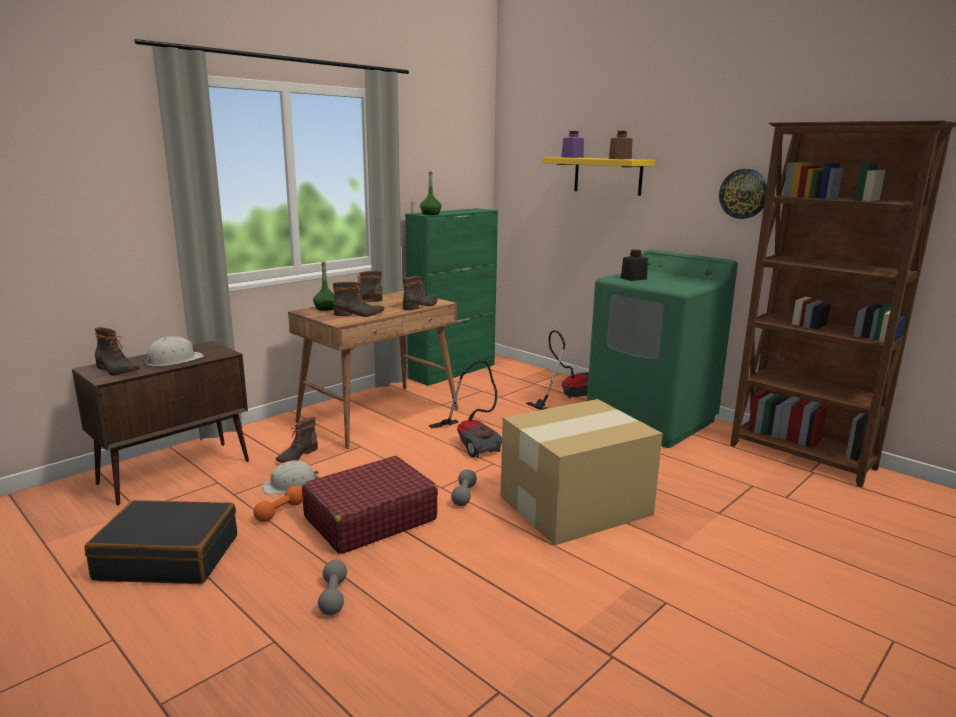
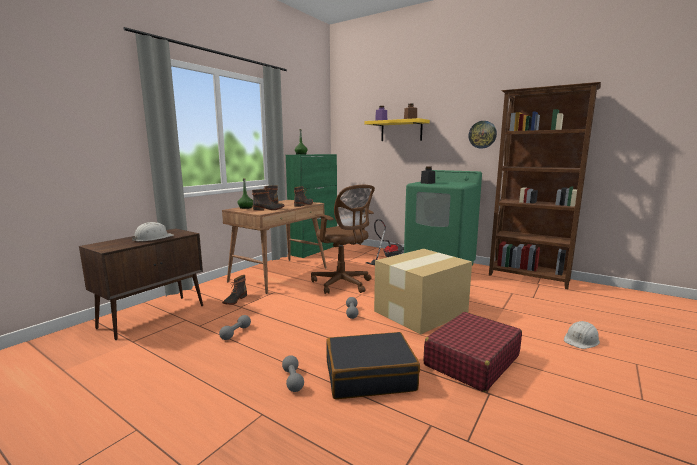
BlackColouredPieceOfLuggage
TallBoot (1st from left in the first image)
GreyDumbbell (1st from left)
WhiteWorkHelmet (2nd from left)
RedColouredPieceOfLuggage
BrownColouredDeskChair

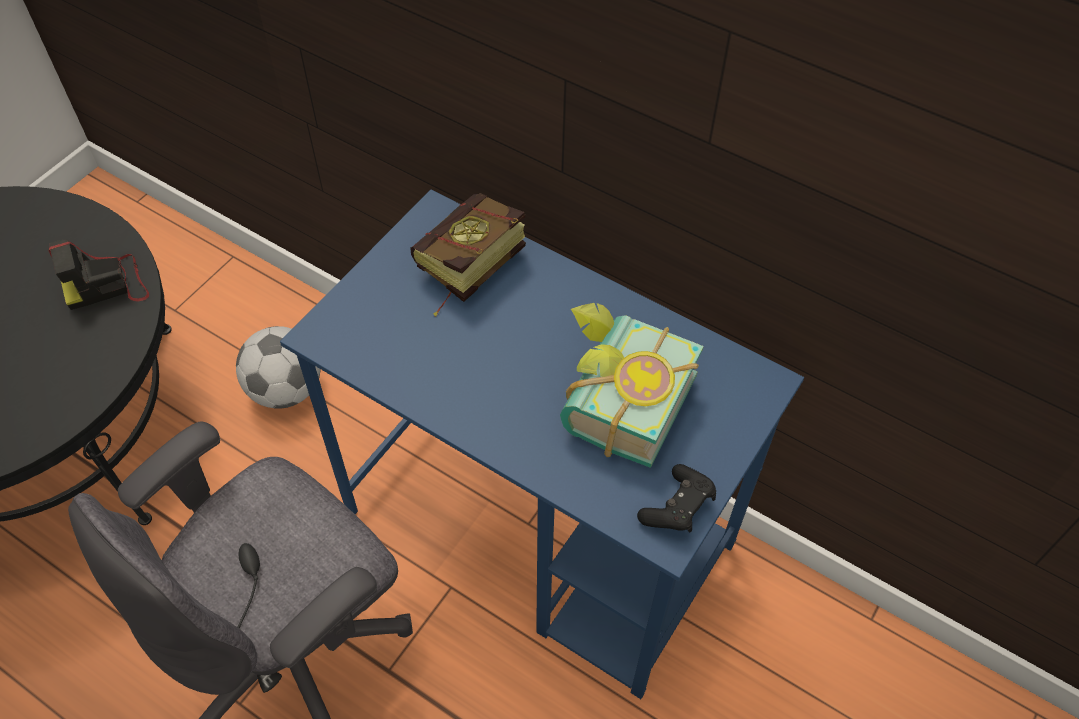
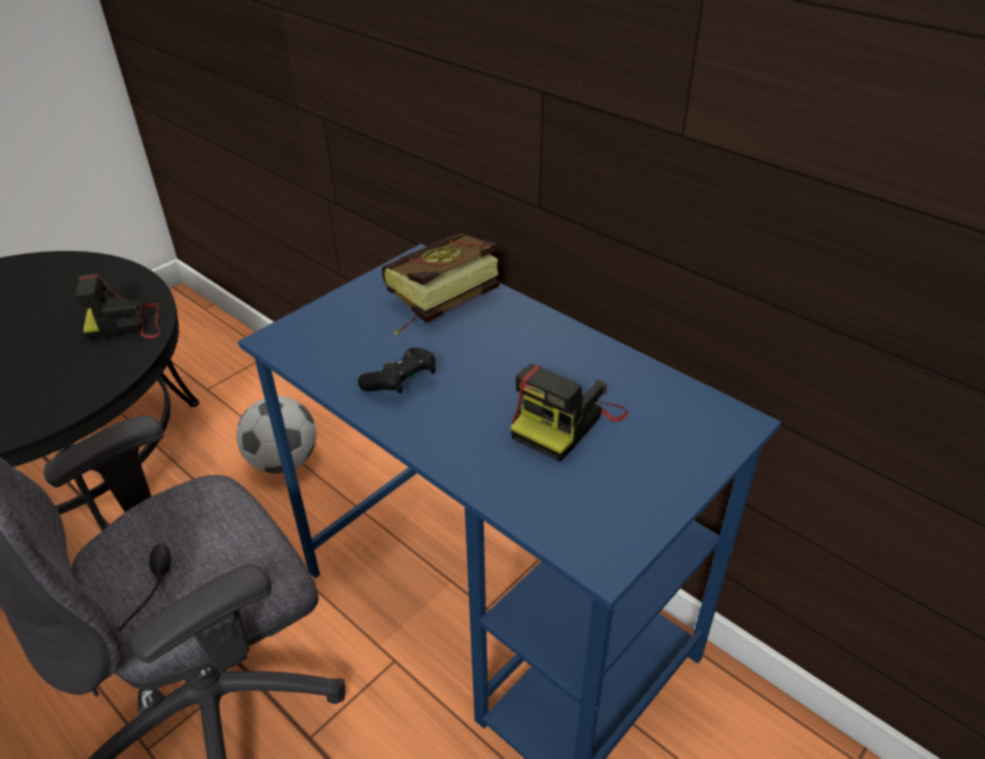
StillCamera (2nd from left)
BlackColouredGameController

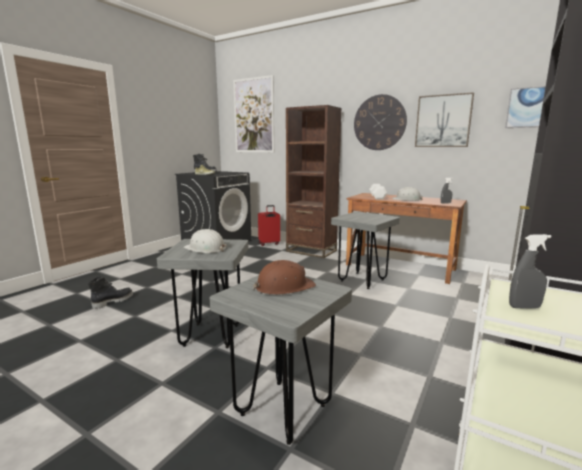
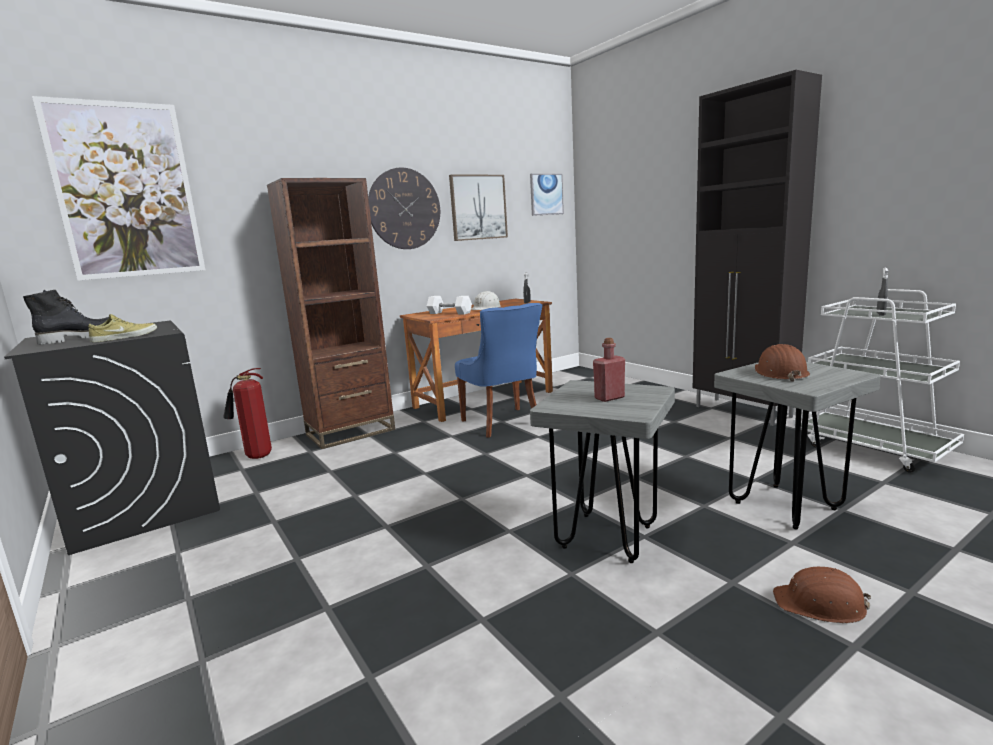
BlackColouredTallBoot (1st from left in the first image)
RedColouredDrinkBottle
FireFightingCylinder
BluishPlainChair
BrownColouredWorkHelmet (2nd from left)

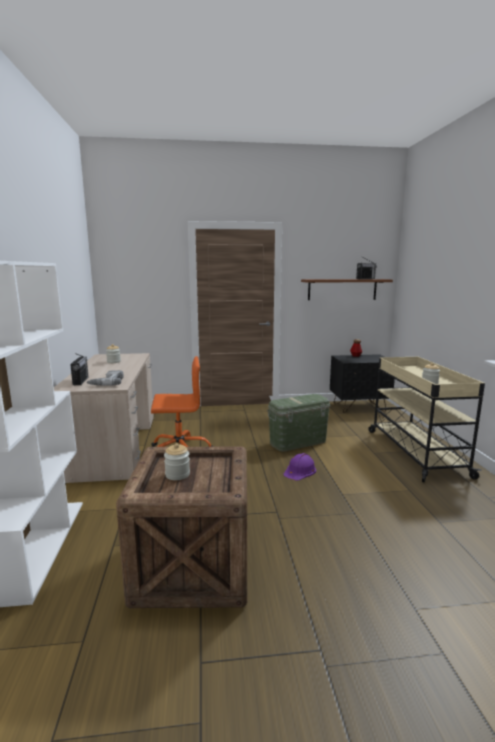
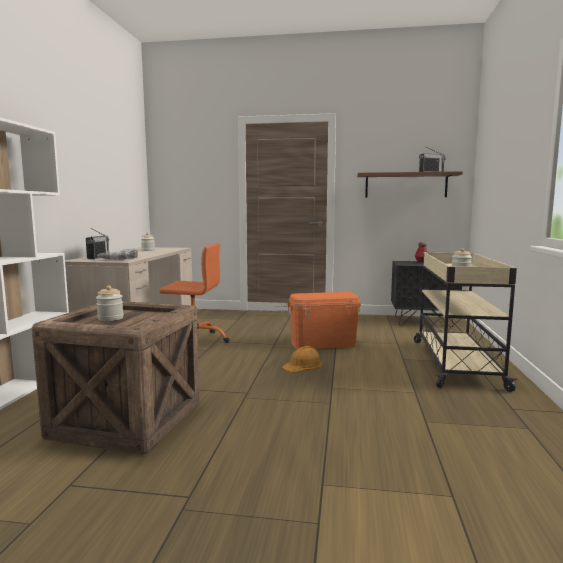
OrangeyStorageBox
OrangeyWorkHelmet

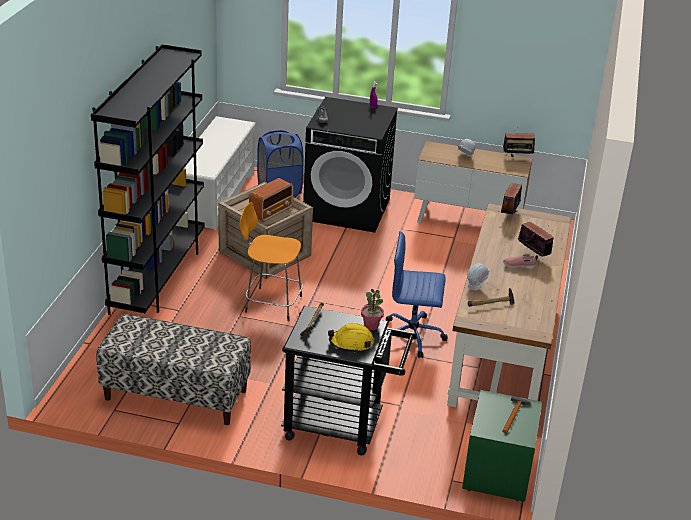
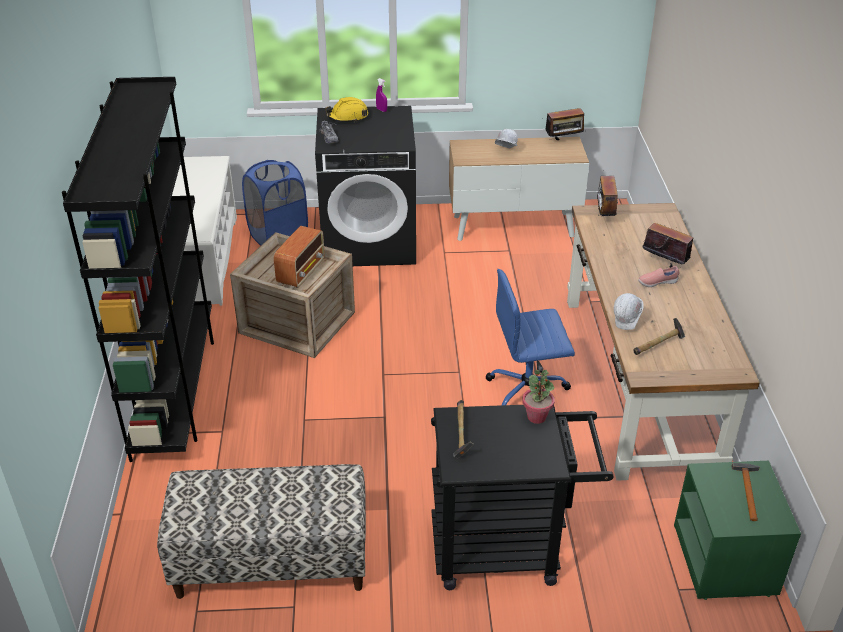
OrangeyStool
YellowishWorkHelmet

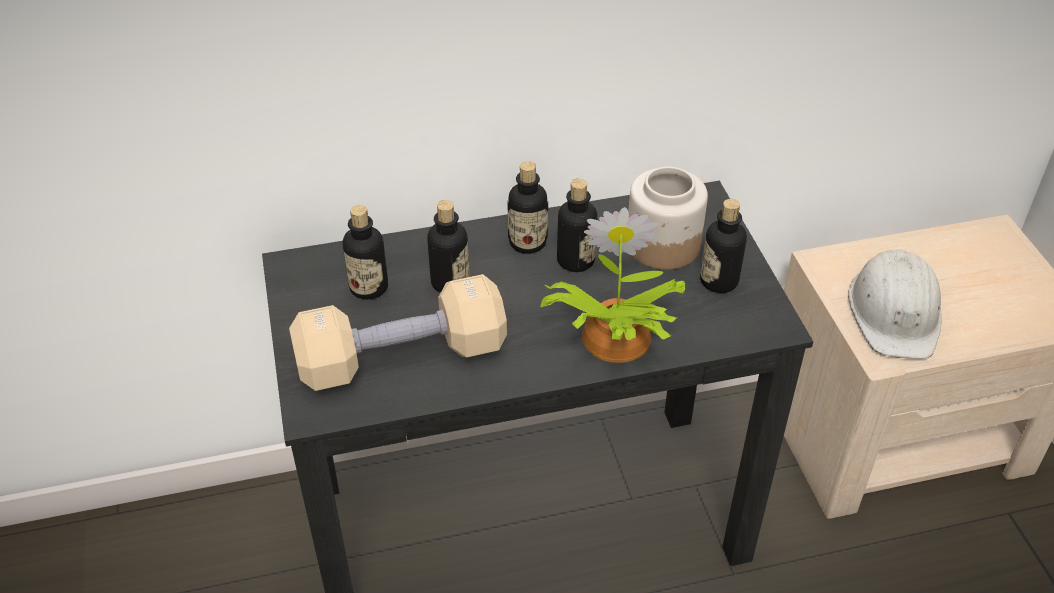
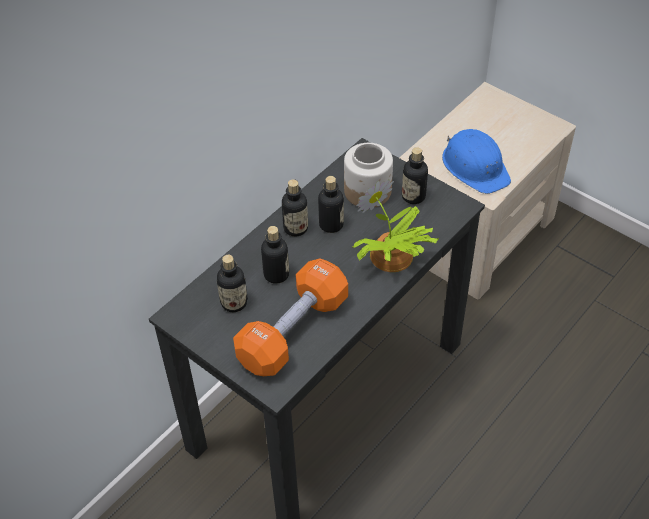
OrangeyDumbbell
BluishWorkHelmet

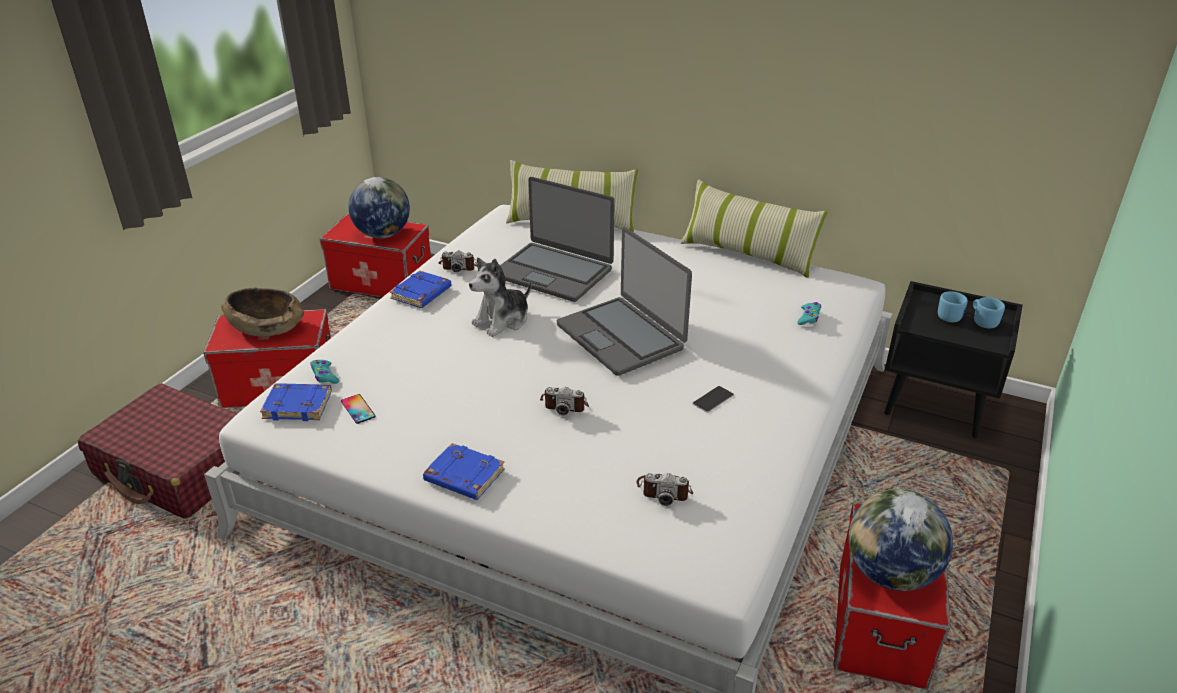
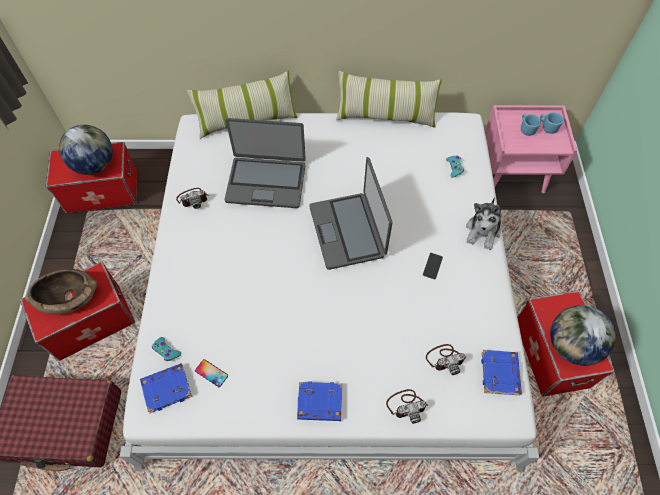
BluishBoundBook (3rd from left)
PlushToy
StillCamera (2nd from left)
NotebookComputer (2nd from left)
PinkColouredNightstand

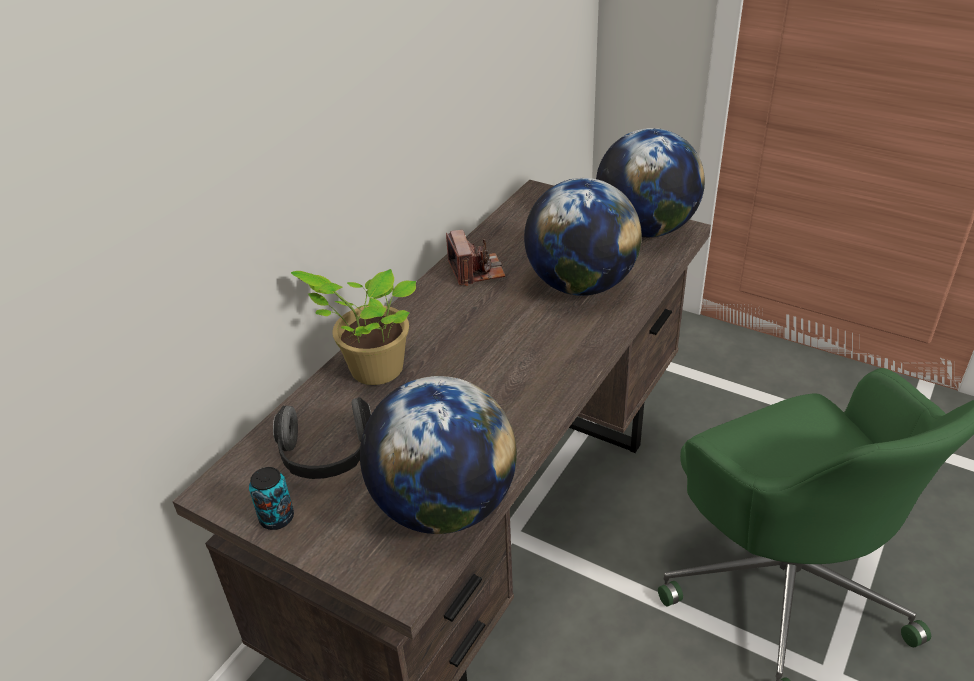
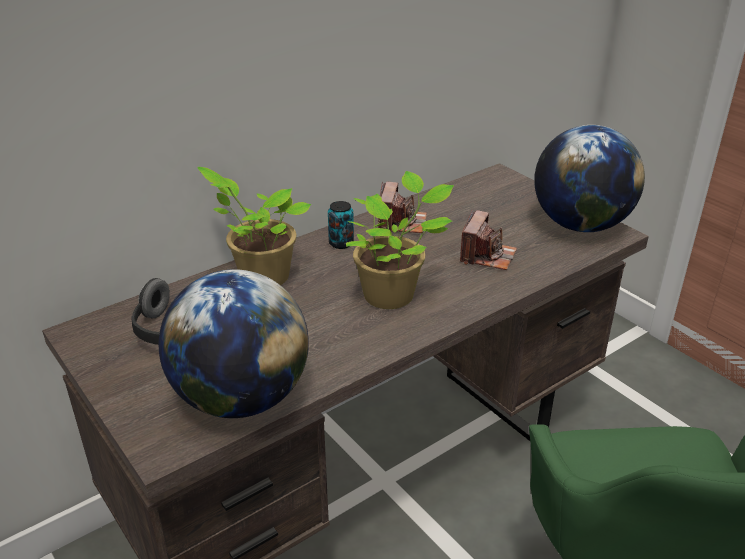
MetalCan
StillCamera (2nd from left)
PottedPlant (2nd from left)

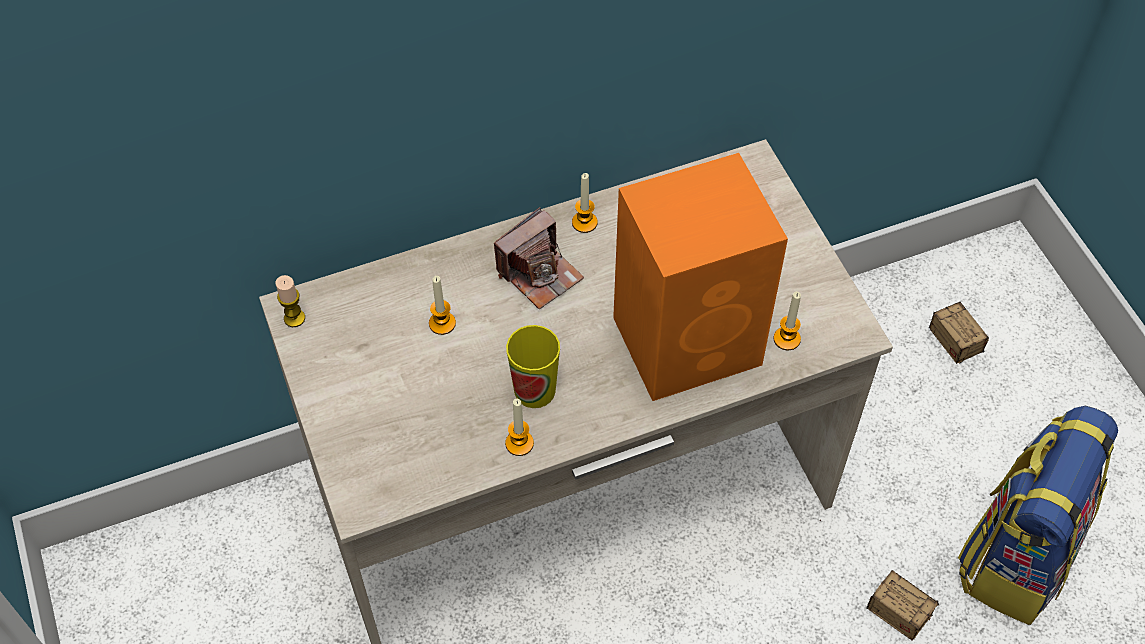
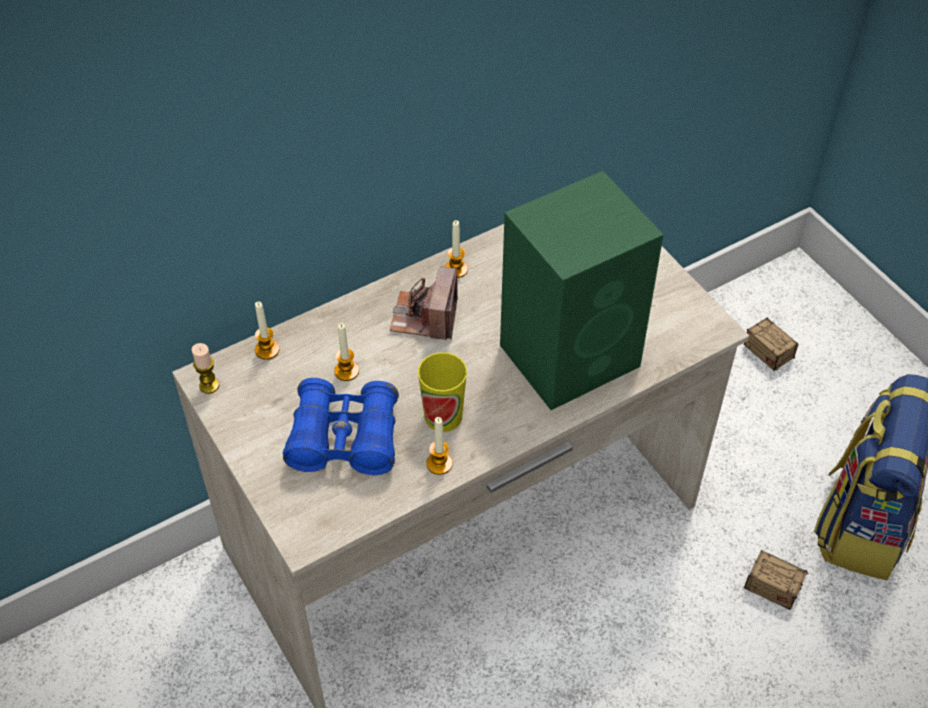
StillCamera
GreenishLoudspeaker
Candle (2nd from left)
BluishPairOfBinoculars

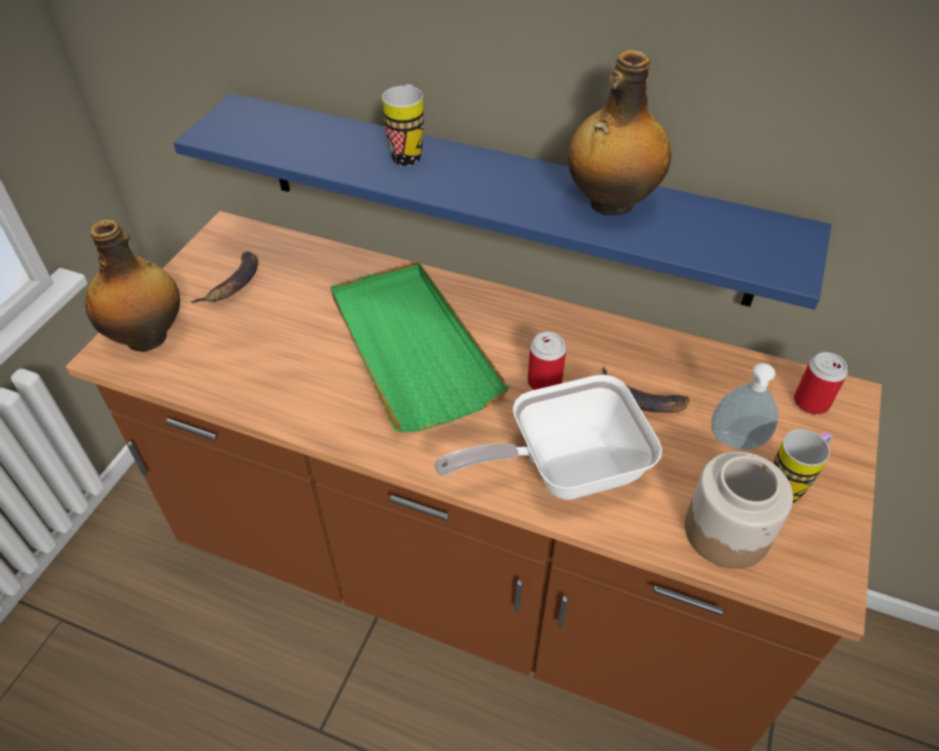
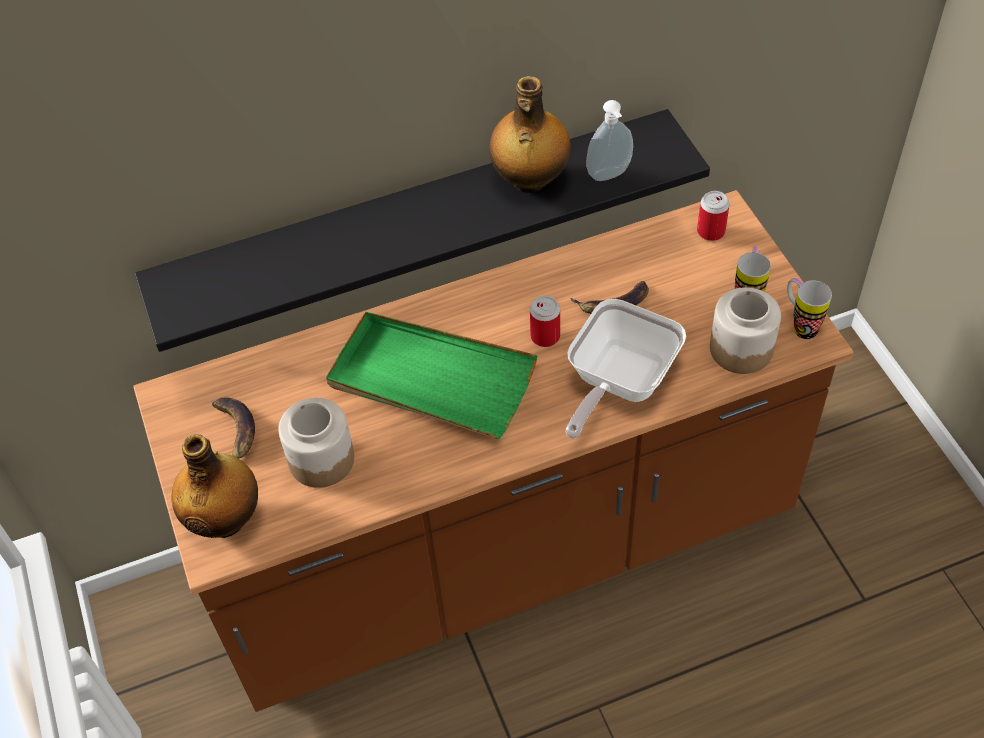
BlackColouredShelf
Mug (2nd from left)
LiquidSoapBottle
Jar (1st from left)

